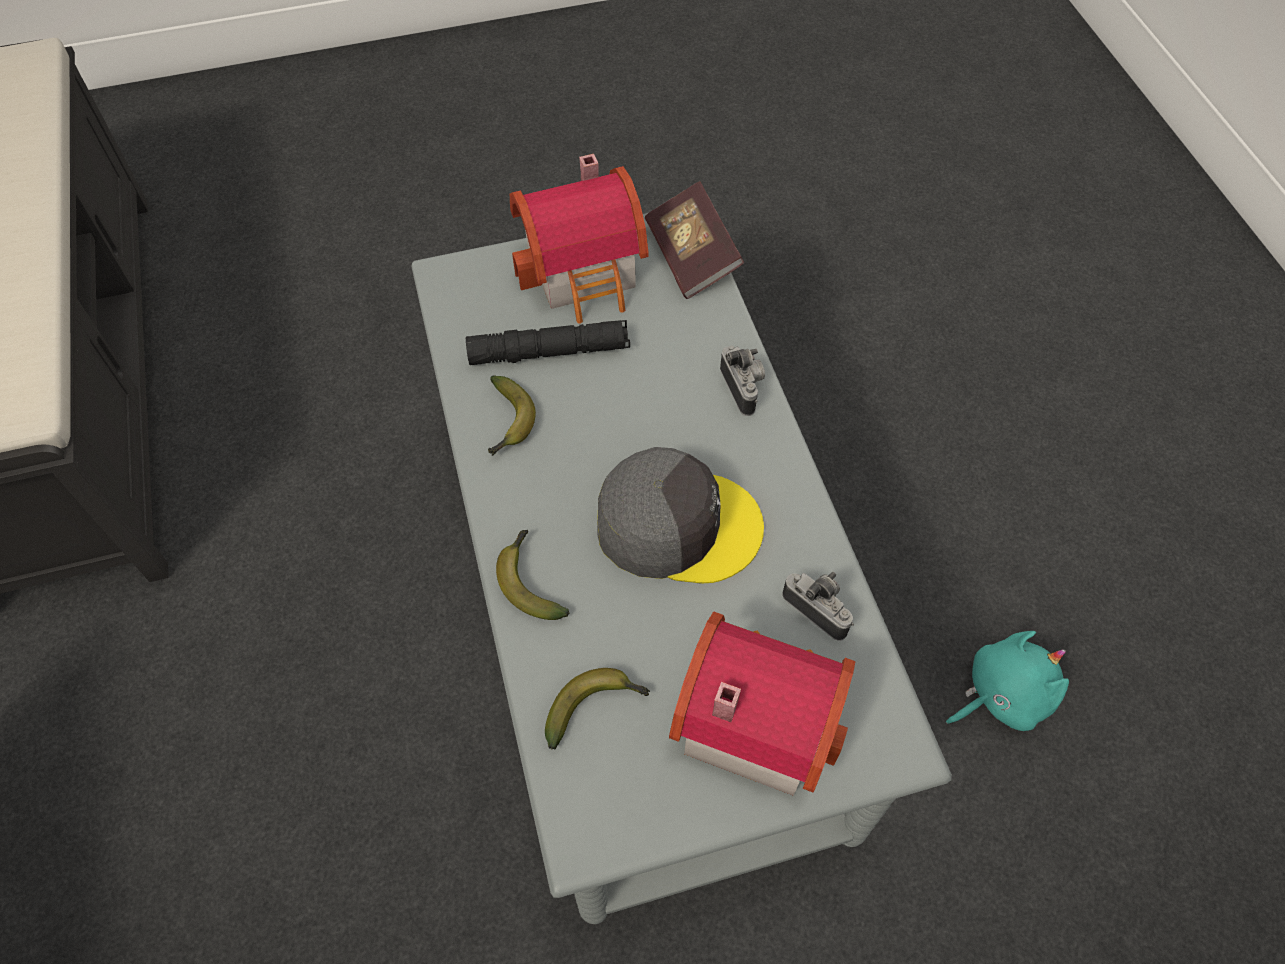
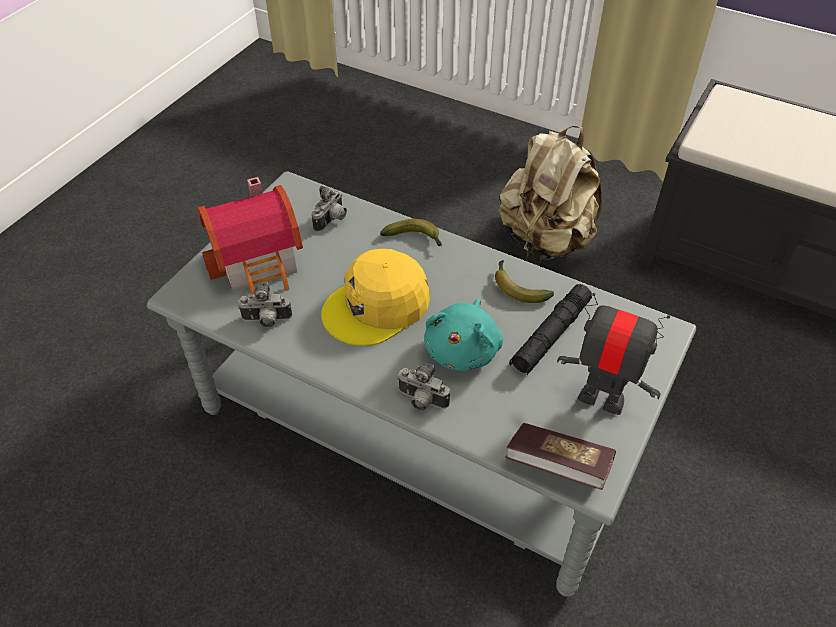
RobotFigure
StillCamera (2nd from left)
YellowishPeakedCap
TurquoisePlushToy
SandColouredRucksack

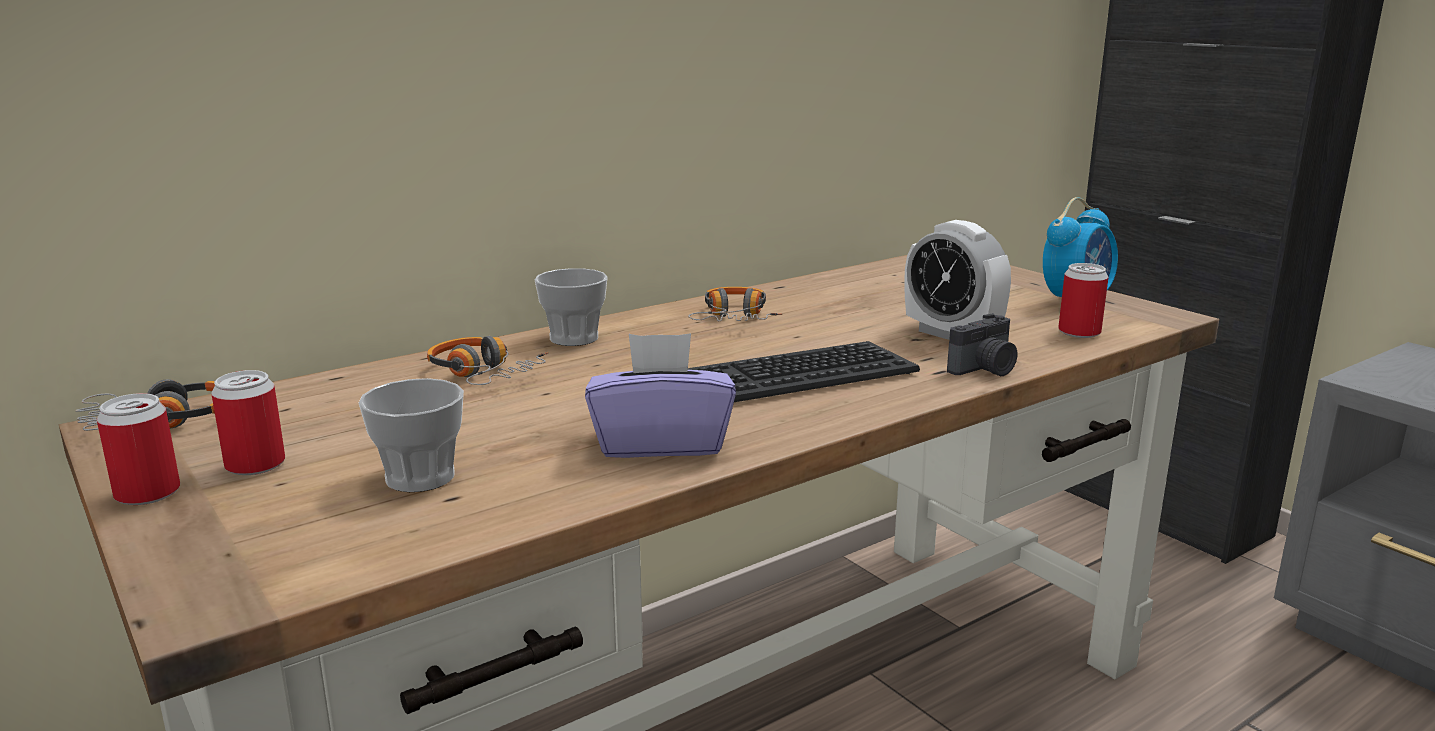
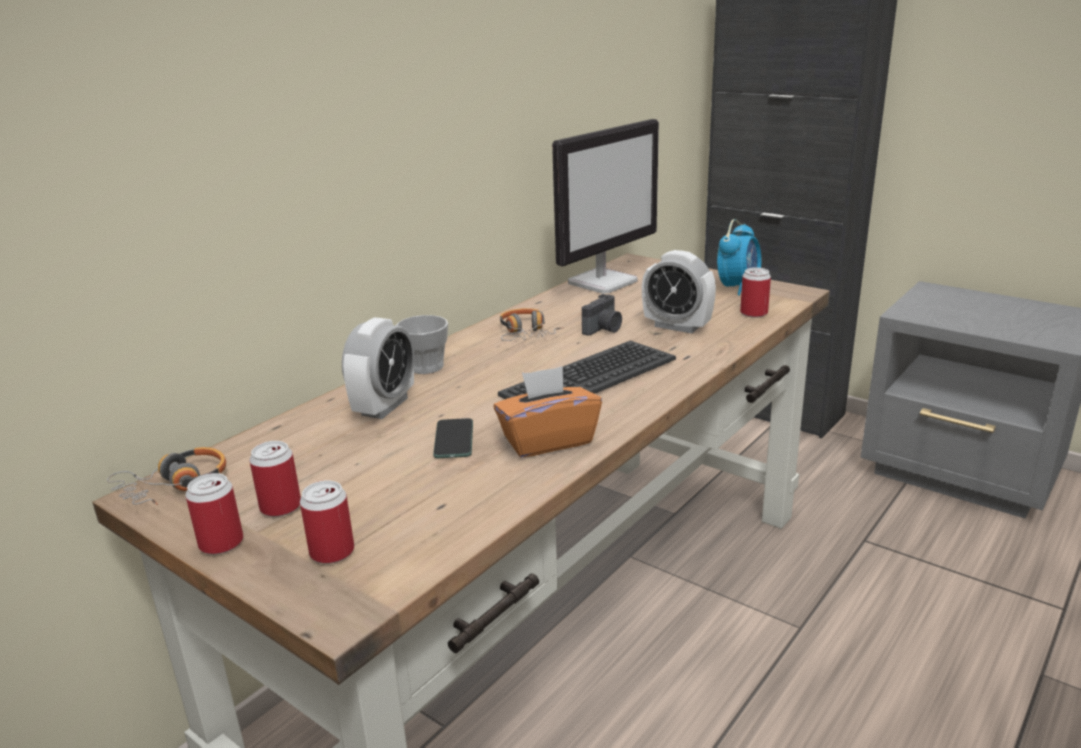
Cup (1st from left in the first image)
BedsideClock (1st from left)
OrangeyBoxOfTissues
StillCamera
MetalCan (3rd from left)
Phone
ComputerScreen

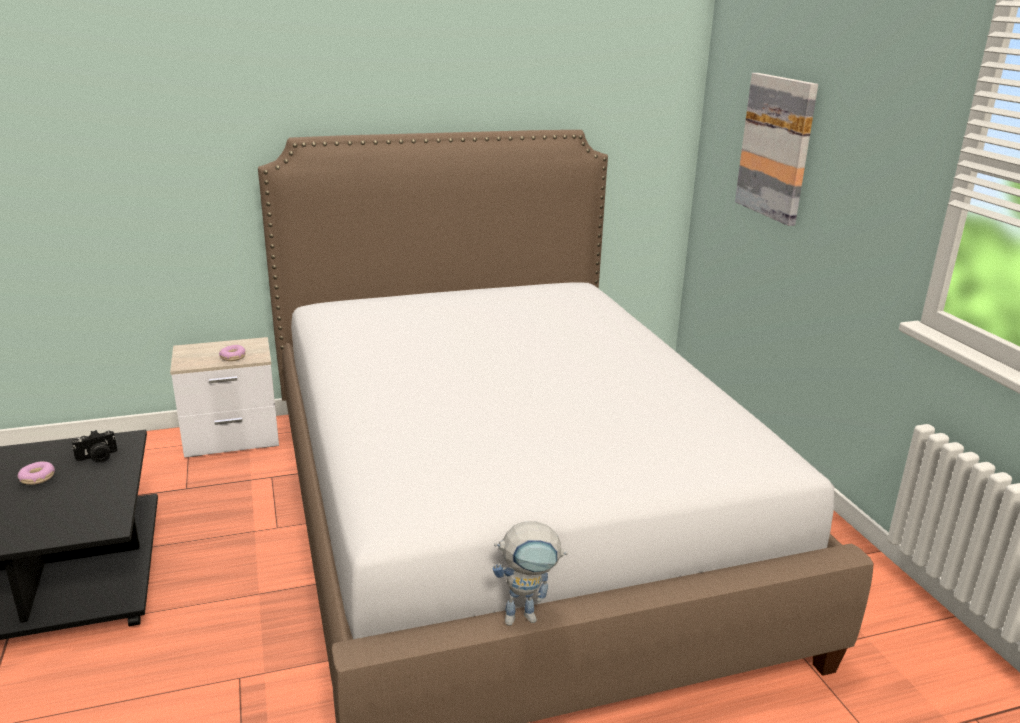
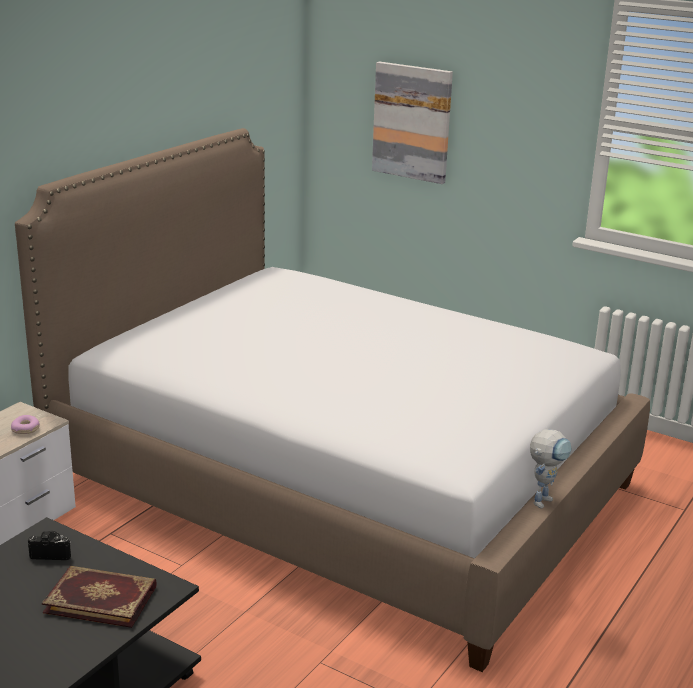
Doughnut (1st from left in the first image)
StillCamera
BoundBook

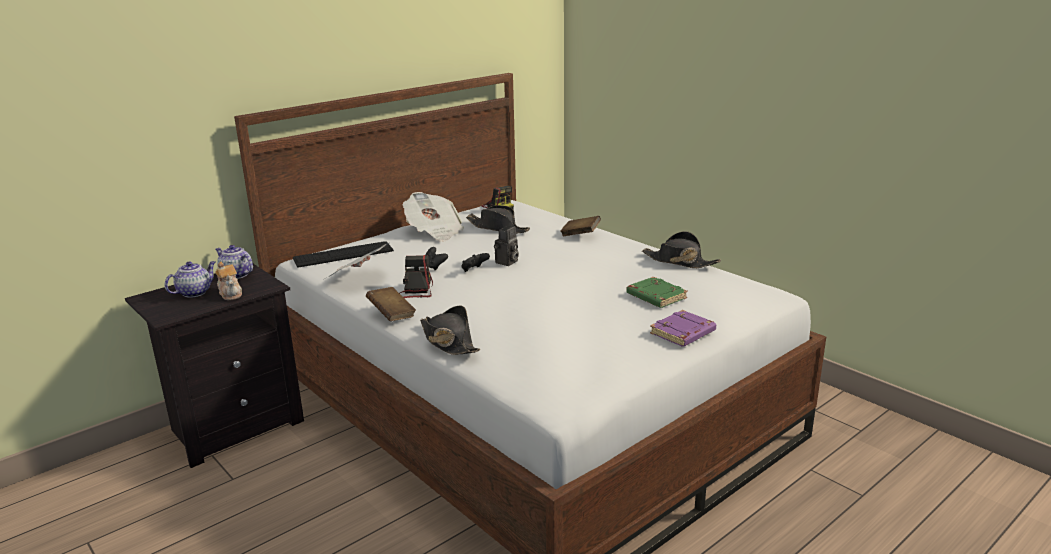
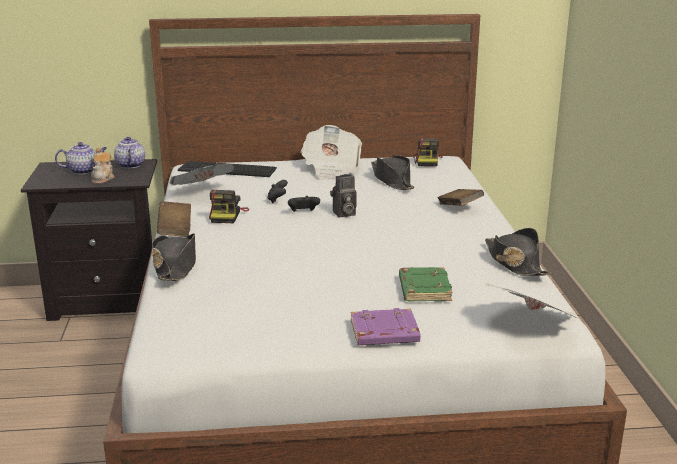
StillCamera (1st from left)
Newspaper (3rd from left)

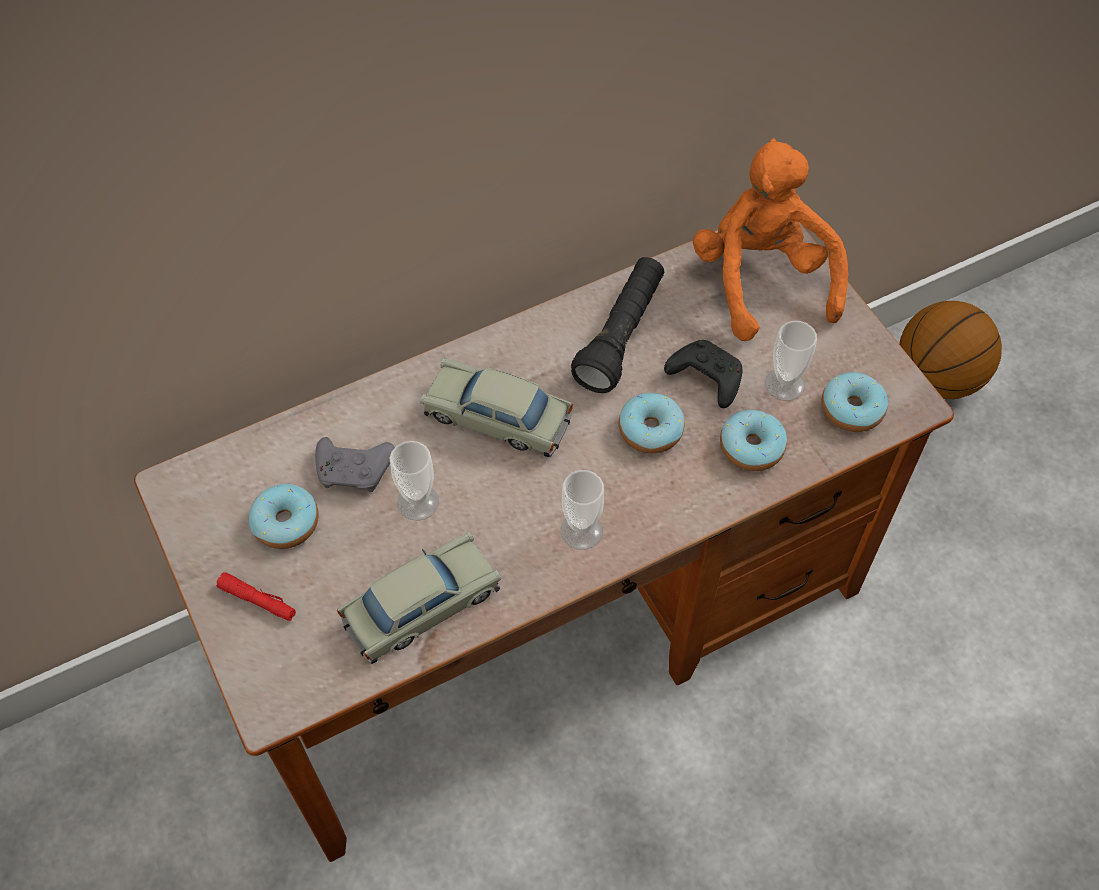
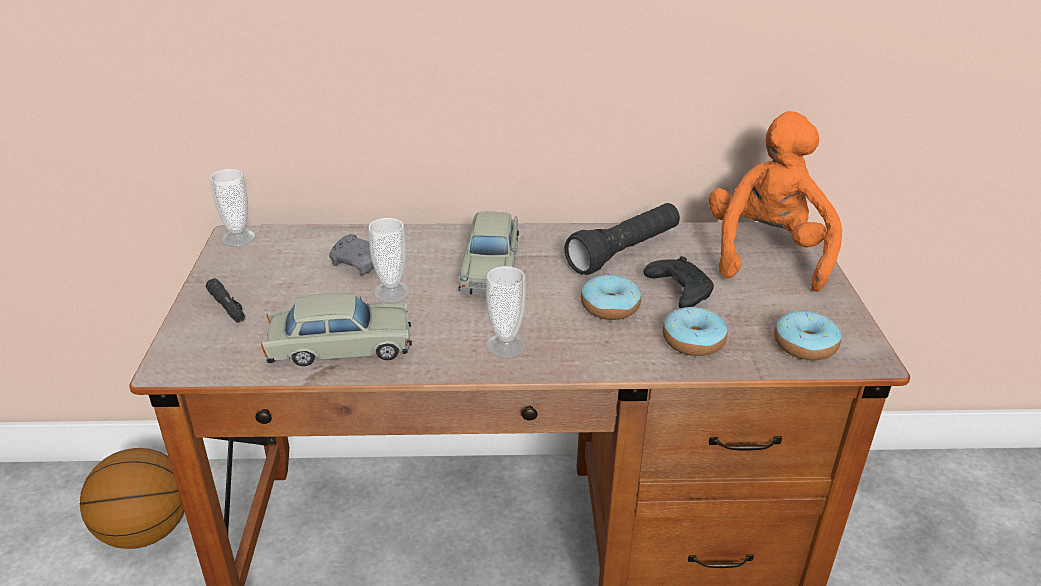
BlackColouredHandTorch (1st from left)
Doughnut (1st from left in the first image)
SandColouredMiniatureCar (2nd from left)
Cup (1st from left)
Basketball

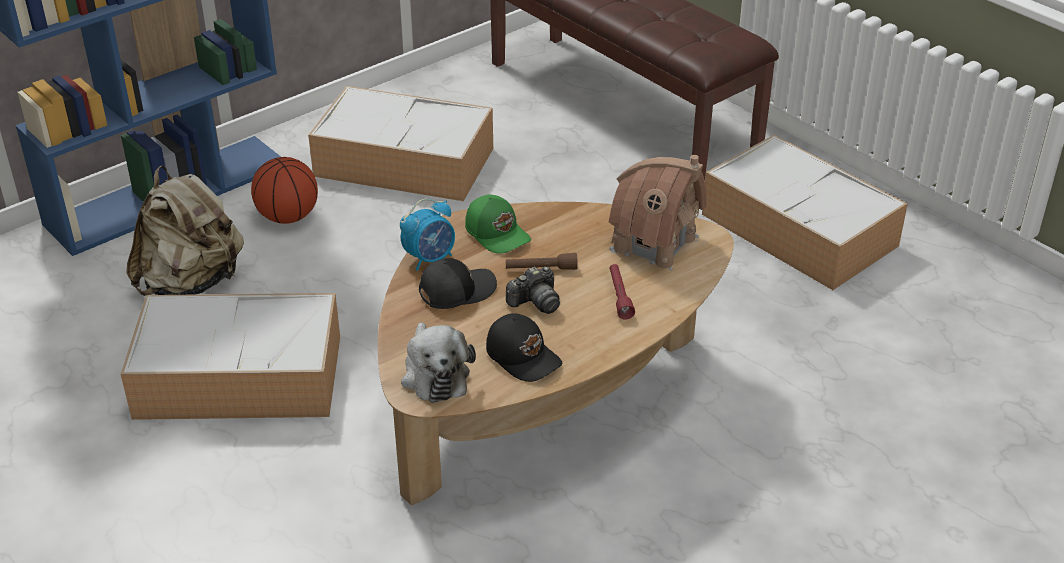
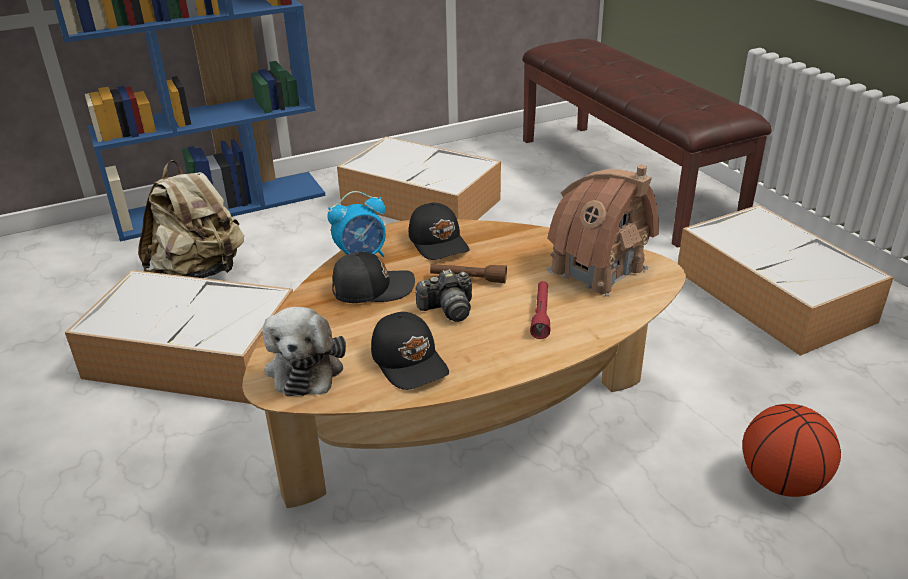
Basketball
BlackColouredPeakedCap (3rd from left)

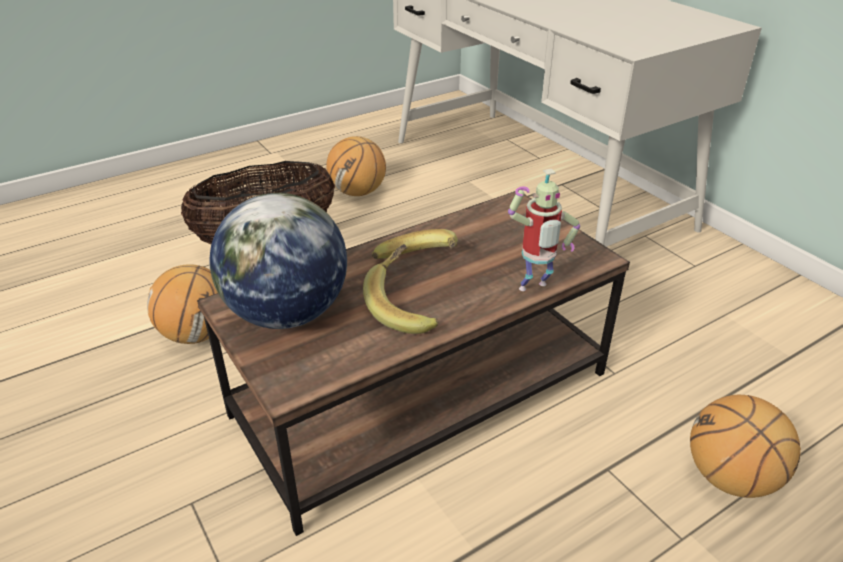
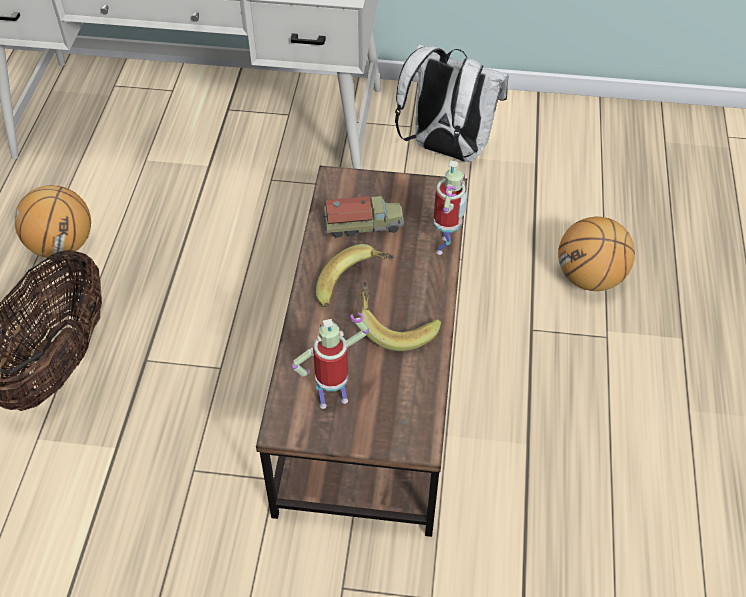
Basketball (1st from left in the first image)
RobotFigure (1st from left)
ModelTruck
WhiteRucksack

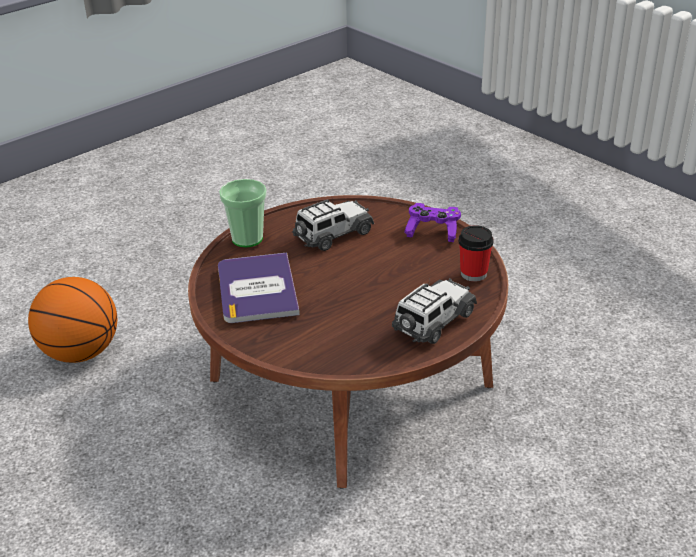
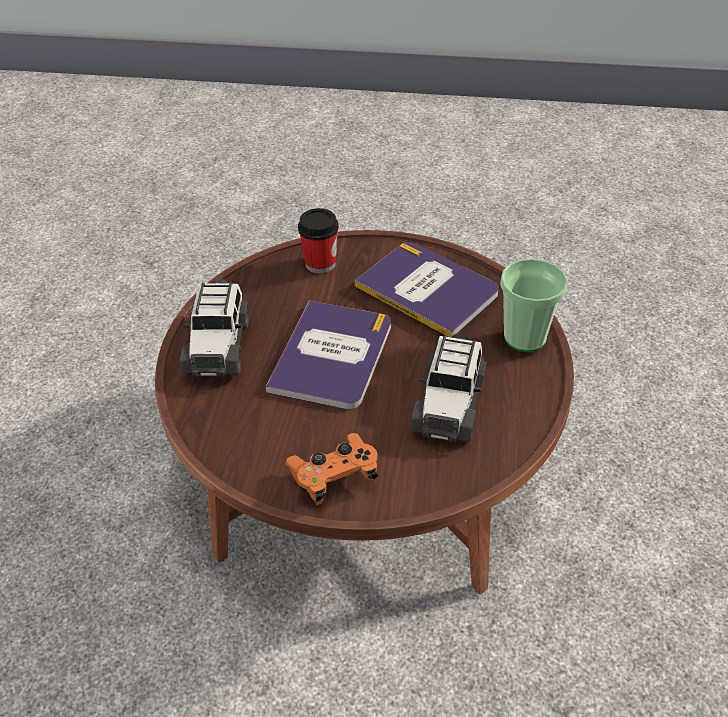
Basketball
OrangeyGameController
Cup (1st from left)
BoundBook (1st from left)

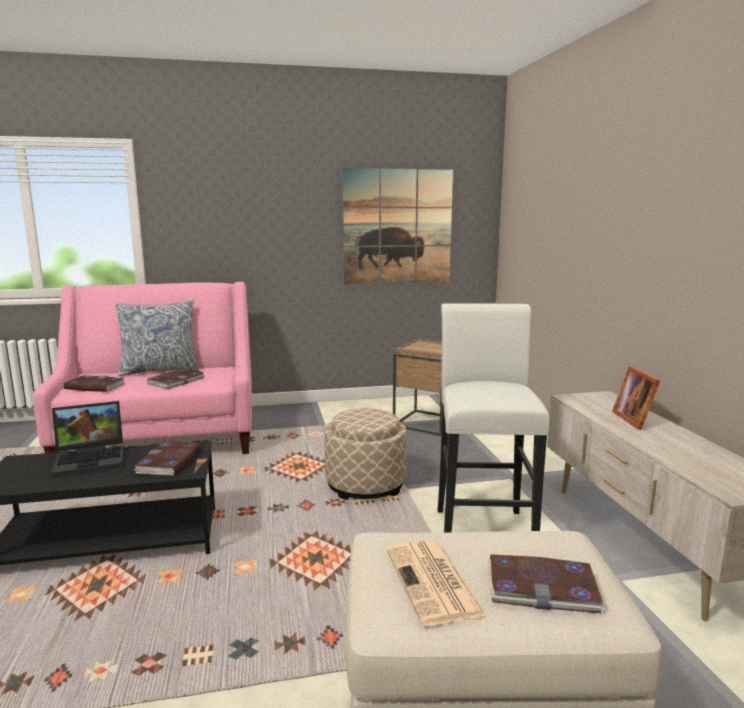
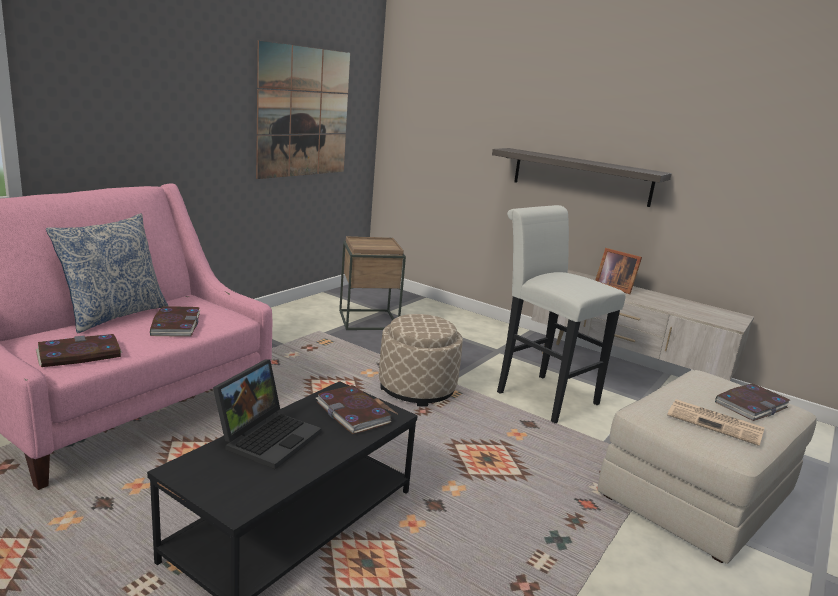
Shelf

